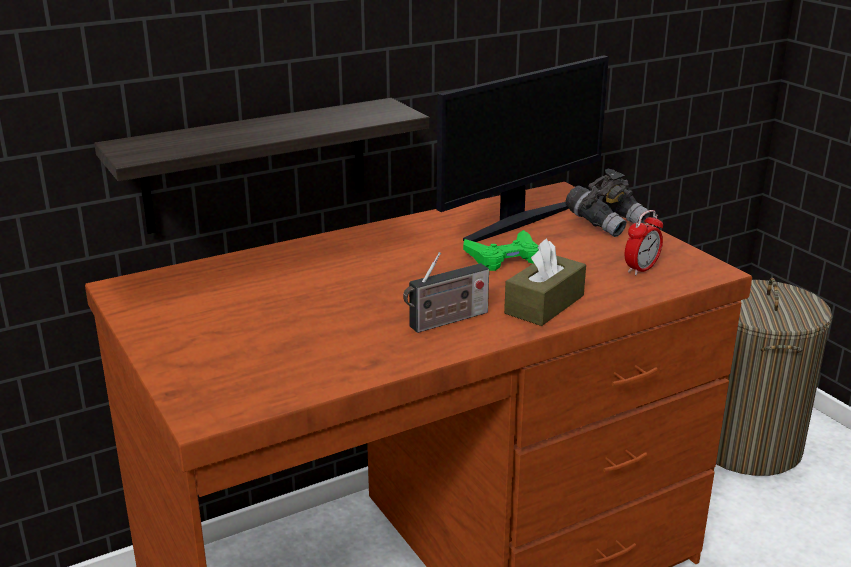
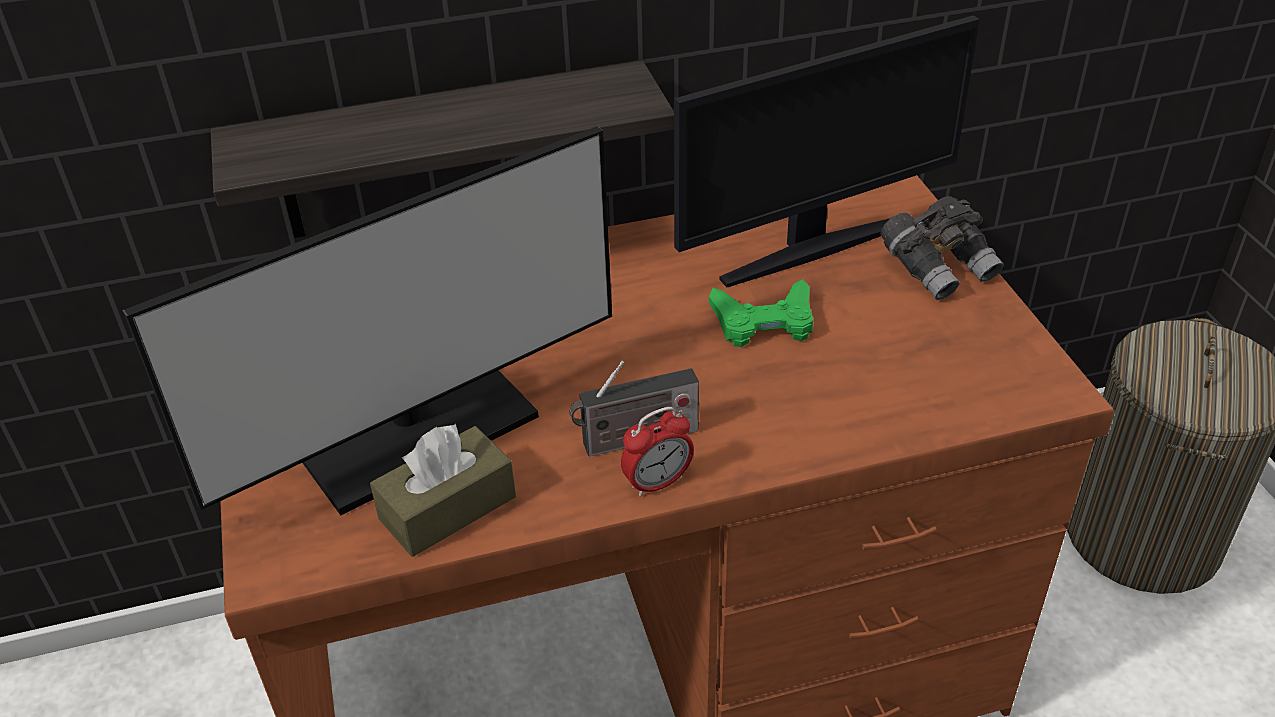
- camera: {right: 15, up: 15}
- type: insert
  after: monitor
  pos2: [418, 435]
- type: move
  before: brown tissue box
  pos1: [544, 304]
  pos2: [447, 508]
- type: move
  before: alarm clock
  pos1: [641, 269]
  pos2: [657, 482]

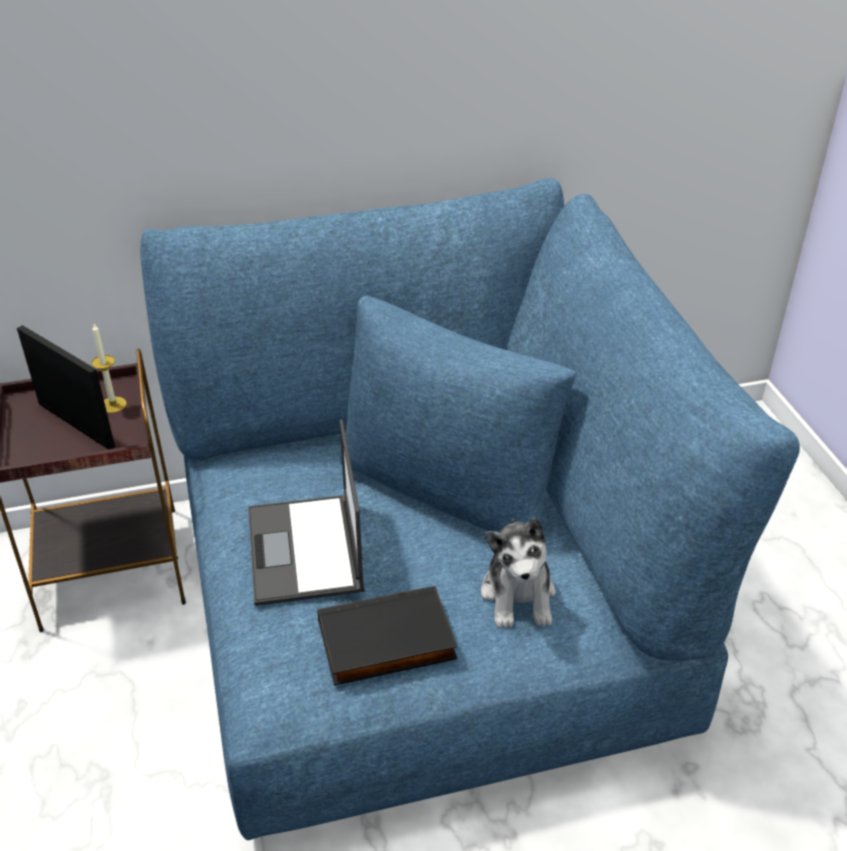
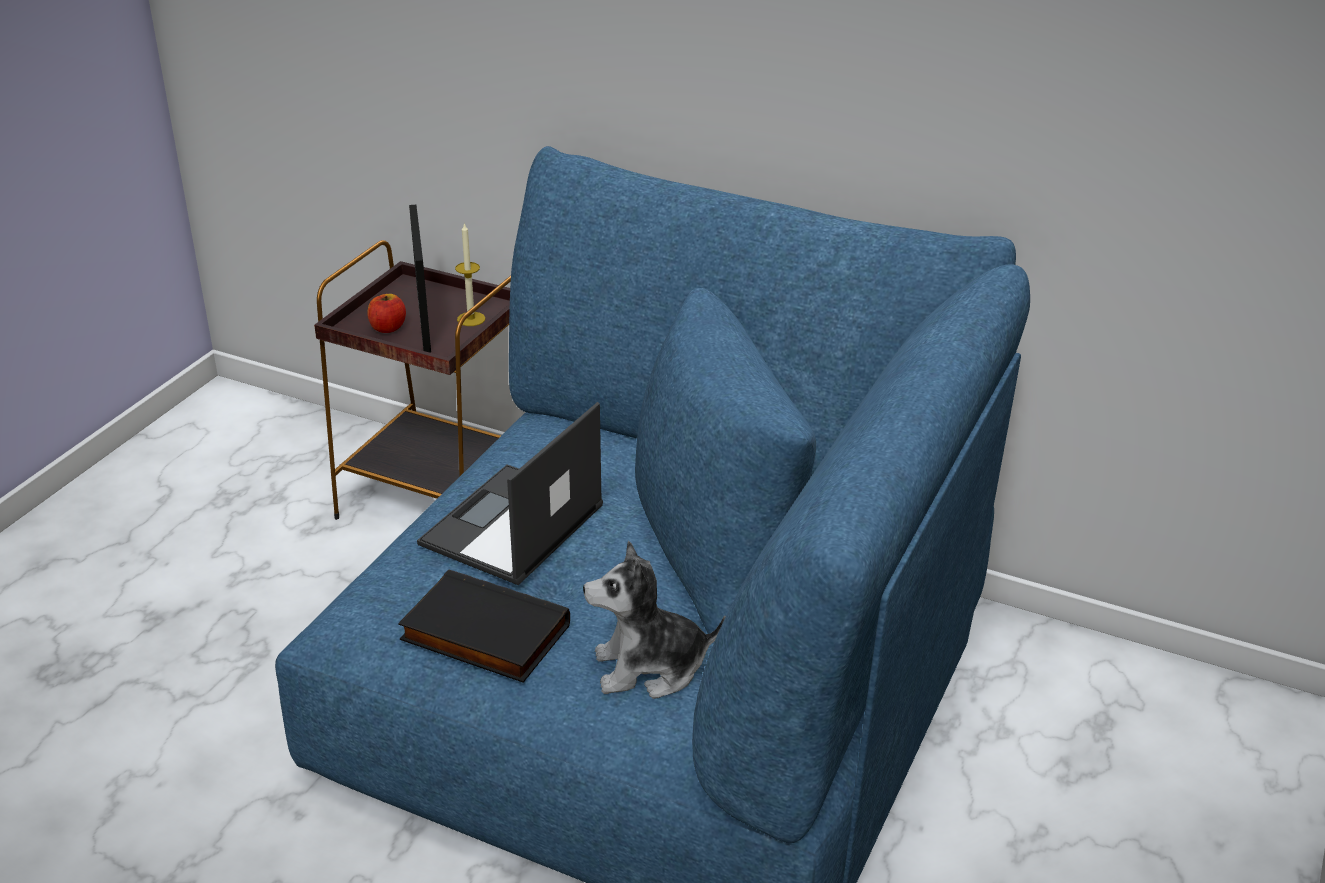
- camera: {right: 40, up: -5}
- type: insert
  after: apple
  pos2: [387, 328]
- type: rotate
  before: plush toy
  pos1: [519, 595]
  pos2: [649, 668]
  turn: 45

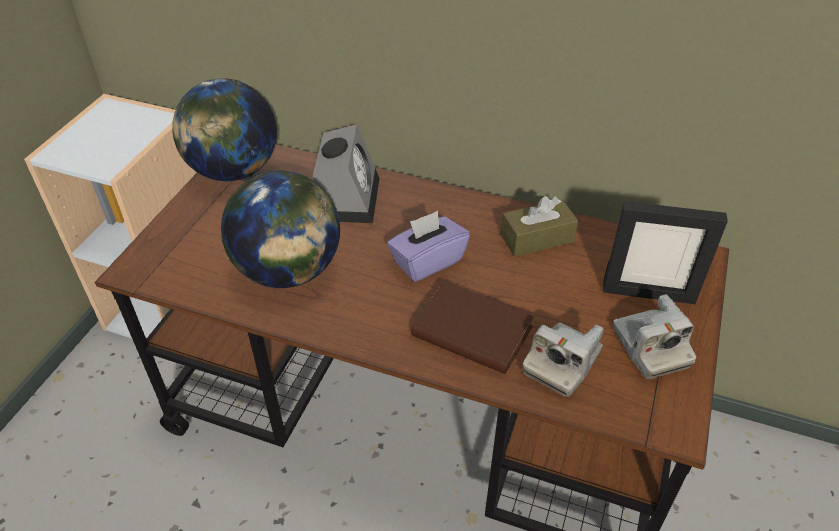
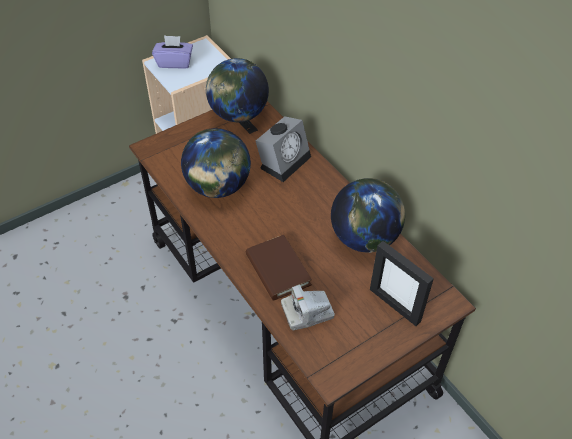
- camera: {right: 35, up: 5}
- type: delete
  before: photo camera
  pos1: [650, 348]
- type: move
  before: purple tissue box
  pos1: [427, 261]
  pos2: [174, 62]
- type: replace
  before: brown tissue box
  after: globe
  pos1: [537, 238]
  pos2: [364, 238]

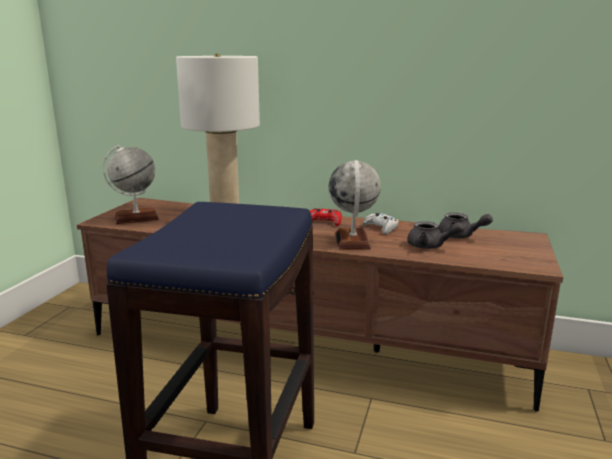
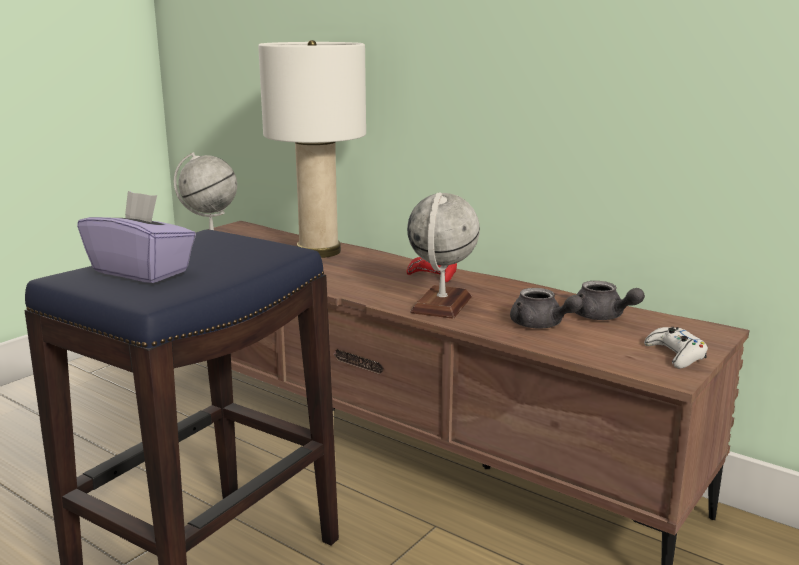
- camera: {right: 20, up: 0}
- type: insert
  after: purple tissue box
  pos2: [142, 271]
- type: move
  before: white game controller
  pos1: [381, 228]
  pos2: [675, 355]

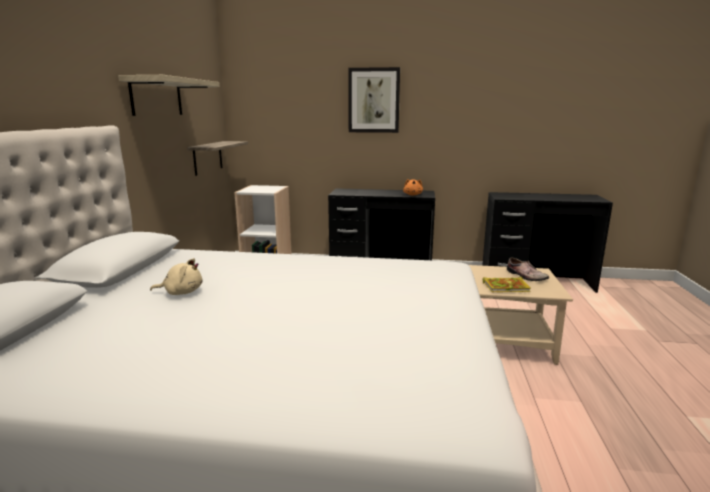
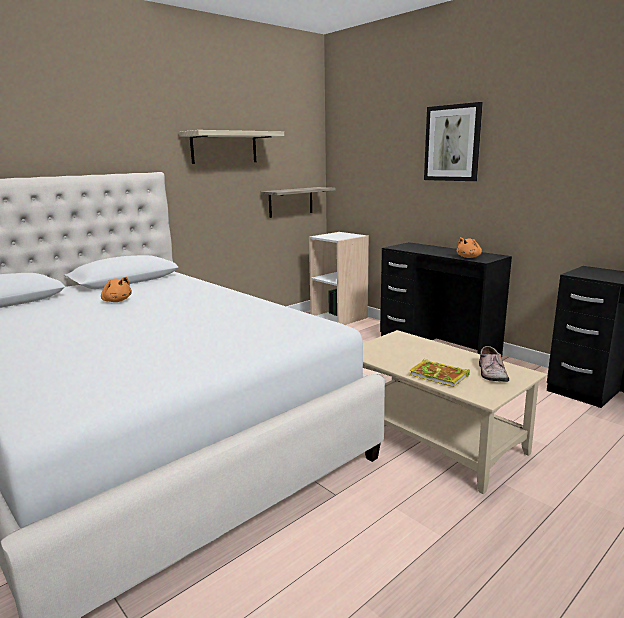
- camera: {right: 40, up: 0}
- type: recolor
  before: beige plush toy
  after: orange plush toy
  pos1: [181, 292]
  pos2: [116, 301]

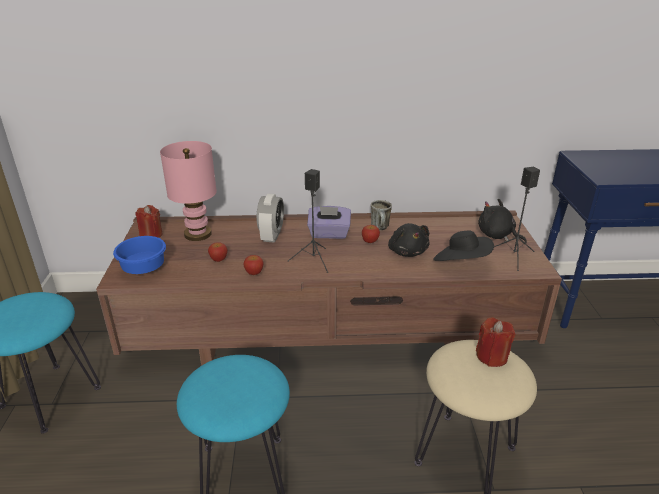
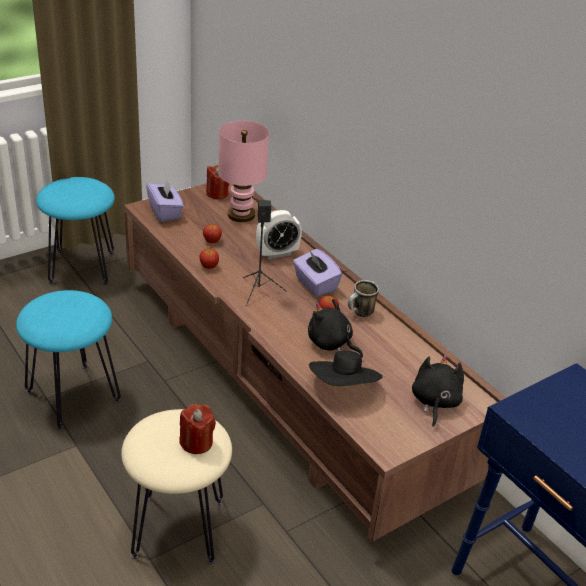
- camera: {right: 55, up: 5}
- type: delete
  before: black speaker
  pos1: [513, 257]
- type: replace
  before: blue bowl
  after: purple tissue box
  pos1: [142, 269]
  pos2: [165, 212]
- type: rotate
  before: black plush toy
  pos1: [407, 251]
  pos2: [331, 344]
  turn: 90

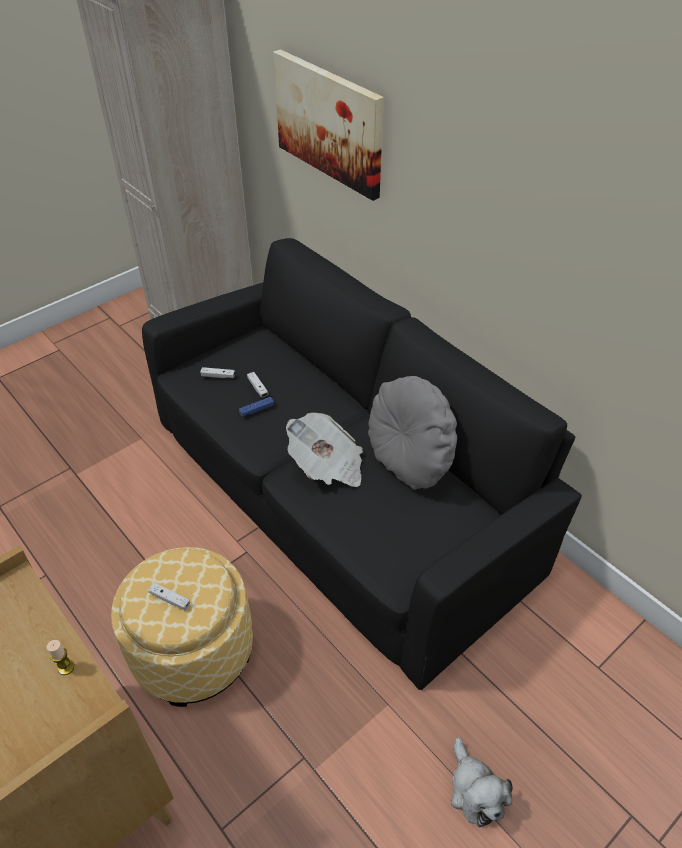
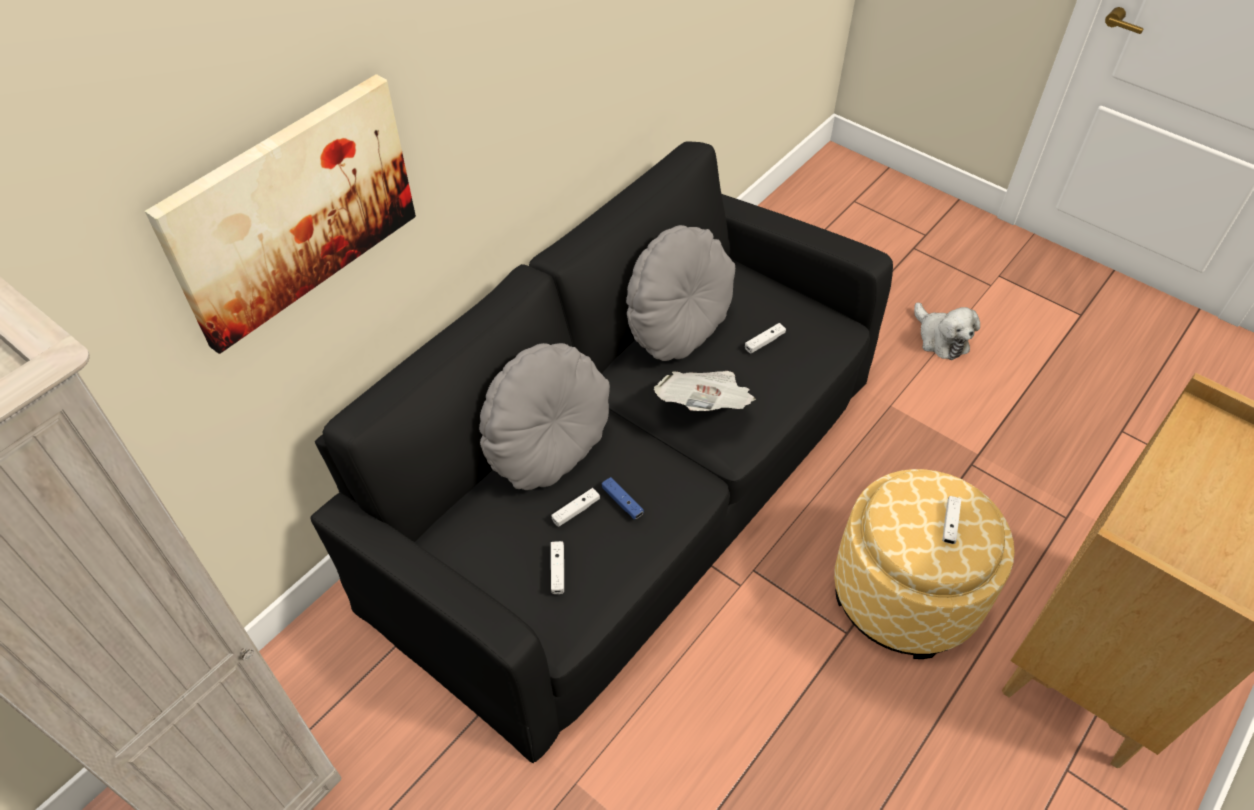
- camera: {right: -100, up: 5}
- type: delete
  before: candle
  pos1: [66, 667]
- type: insert
  after: grey pillow
  pos2: [549, 454]
- type: insert
  after: white game controller
  pos2: [764, 342]
- type: rotate
  before: plush toy
  pos1: [475, 791]
  pos2: [940, 338]
  turn: 90

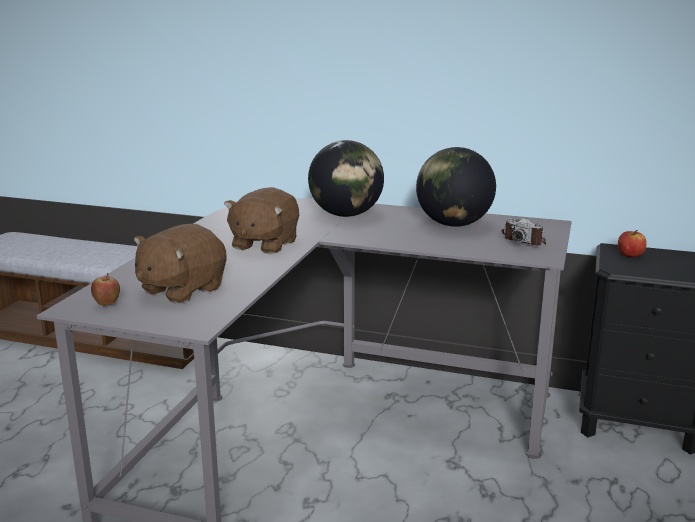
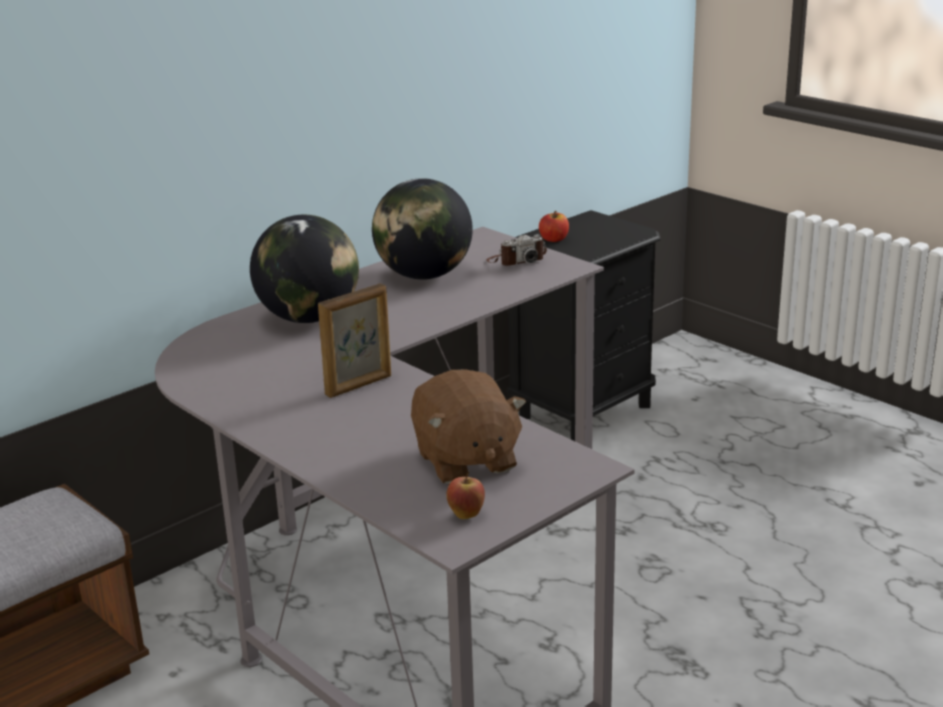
- camera: {right: -60, up: 5}
- type: replace
  before: brown plush toy
  after: picture frame
  pos1: [264, 244]
  pos2: [359, 386]

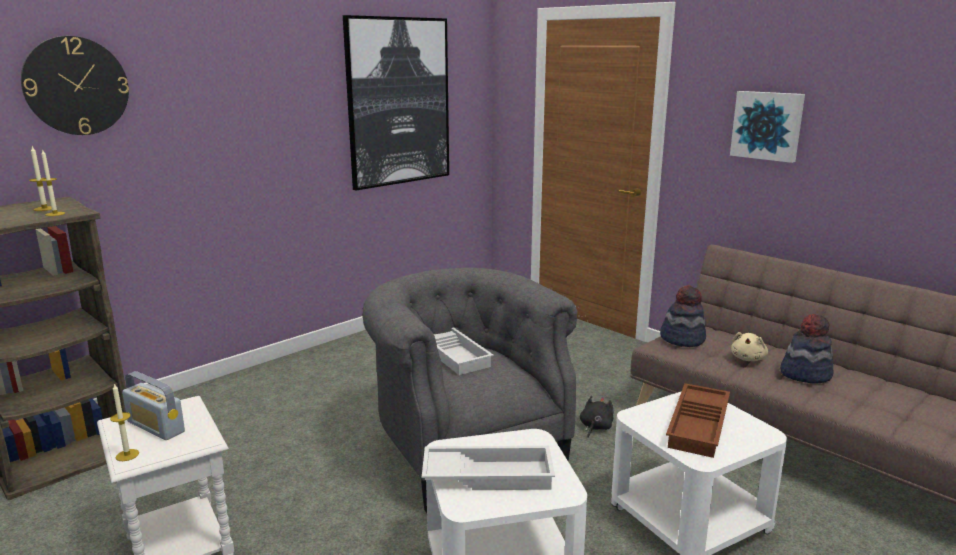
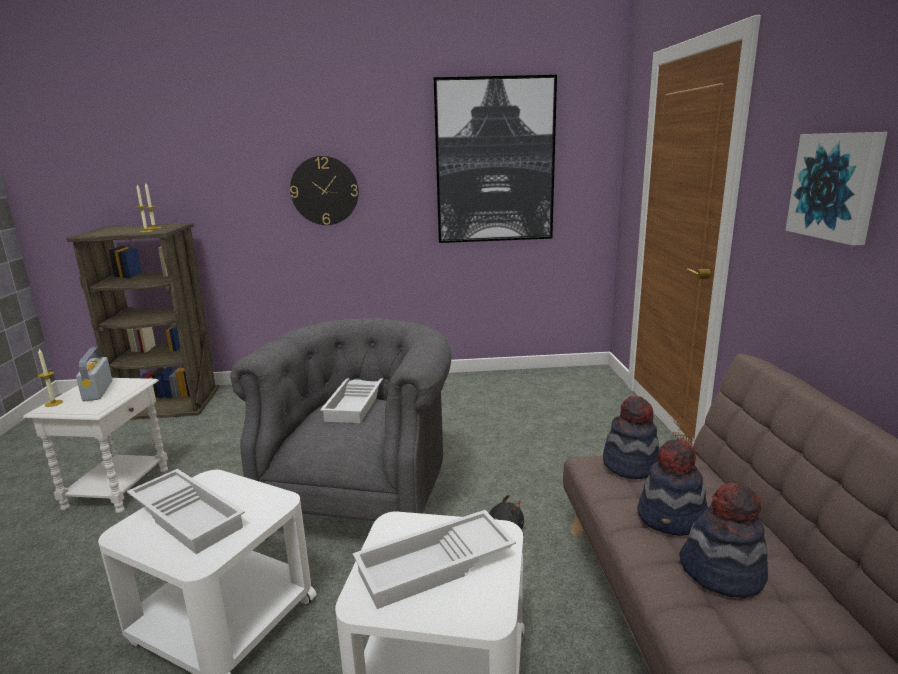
- camera: {right: 40, up: 0}
- type: move
  before: wall clock
  pos1: [76, 86]
  pos2: [324, 190]
- type: replace
  before: beige plush toy
  after: hat
  pos1: [748, 358]
  pos2: [672, 518]
- type: recolor
  before: brown tray
  after: white tray
  pos1: [700, 426]
  pos2: [435, 566]

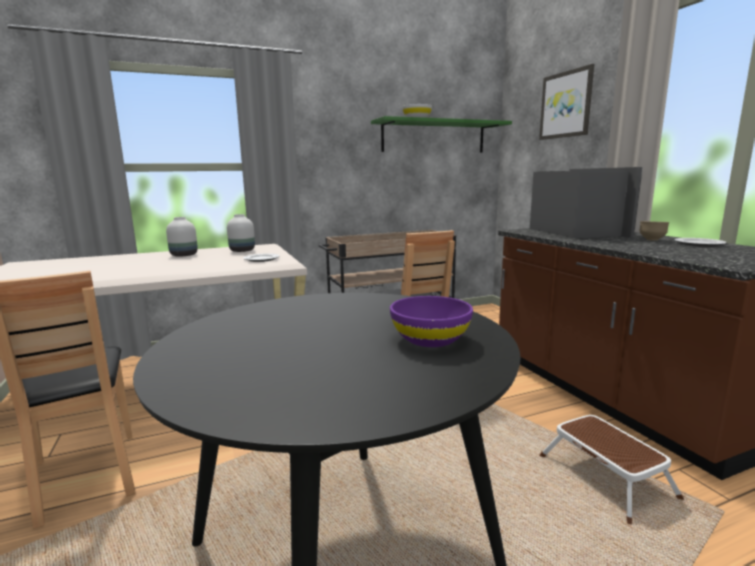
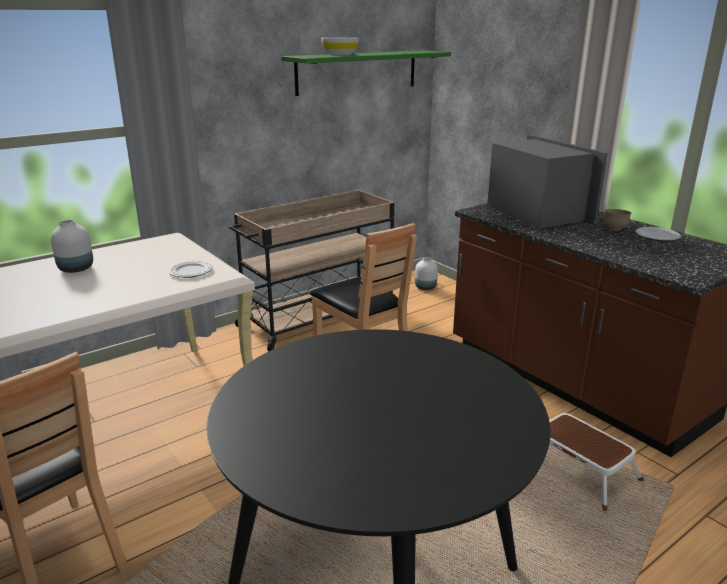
- camera: {right: -15, up: 10}
- type: delete
  before: purple bowl
  pos1: [430, 339]
- type: delete
  before: picture
  pos1: [566, 105]
- type: move
  before: white vase
  pos1: [243, 251]
  pos2: [426, 287]

